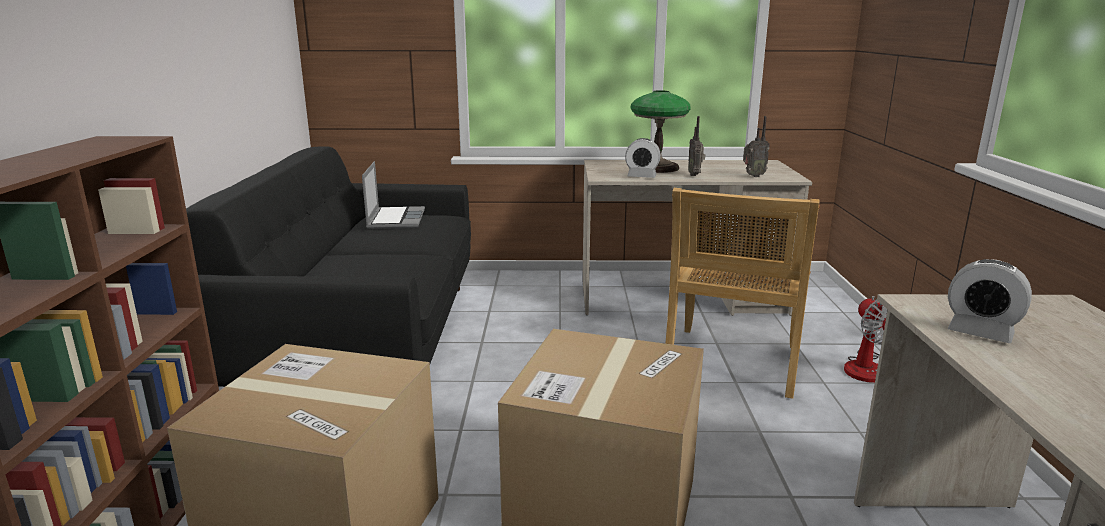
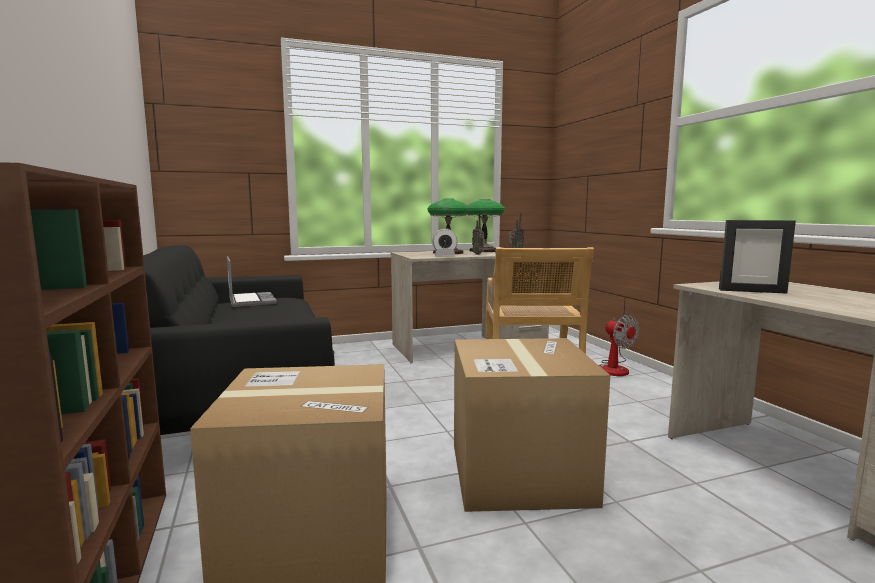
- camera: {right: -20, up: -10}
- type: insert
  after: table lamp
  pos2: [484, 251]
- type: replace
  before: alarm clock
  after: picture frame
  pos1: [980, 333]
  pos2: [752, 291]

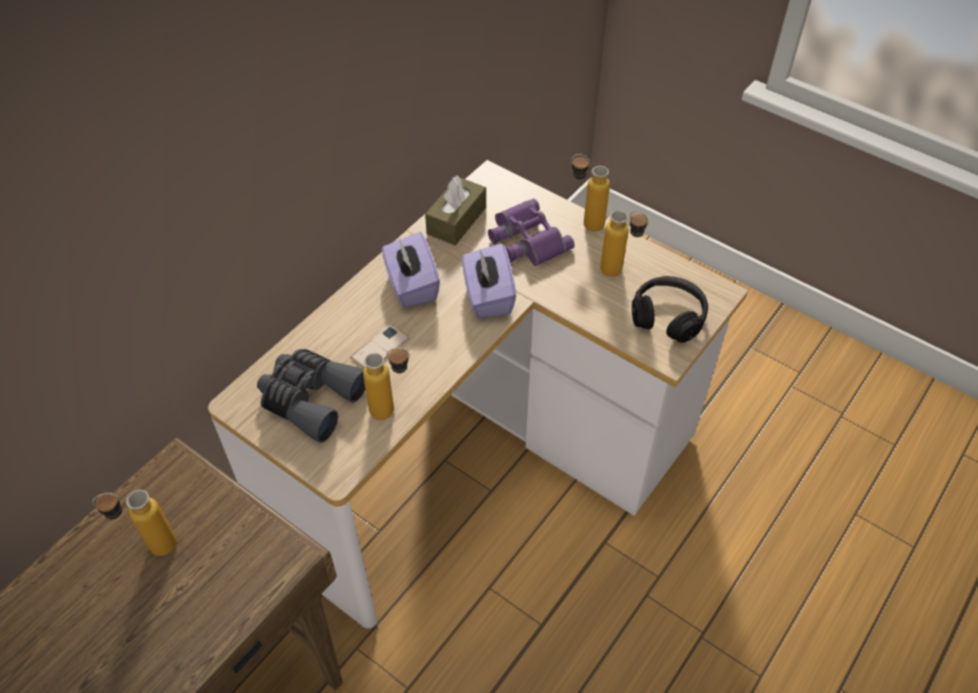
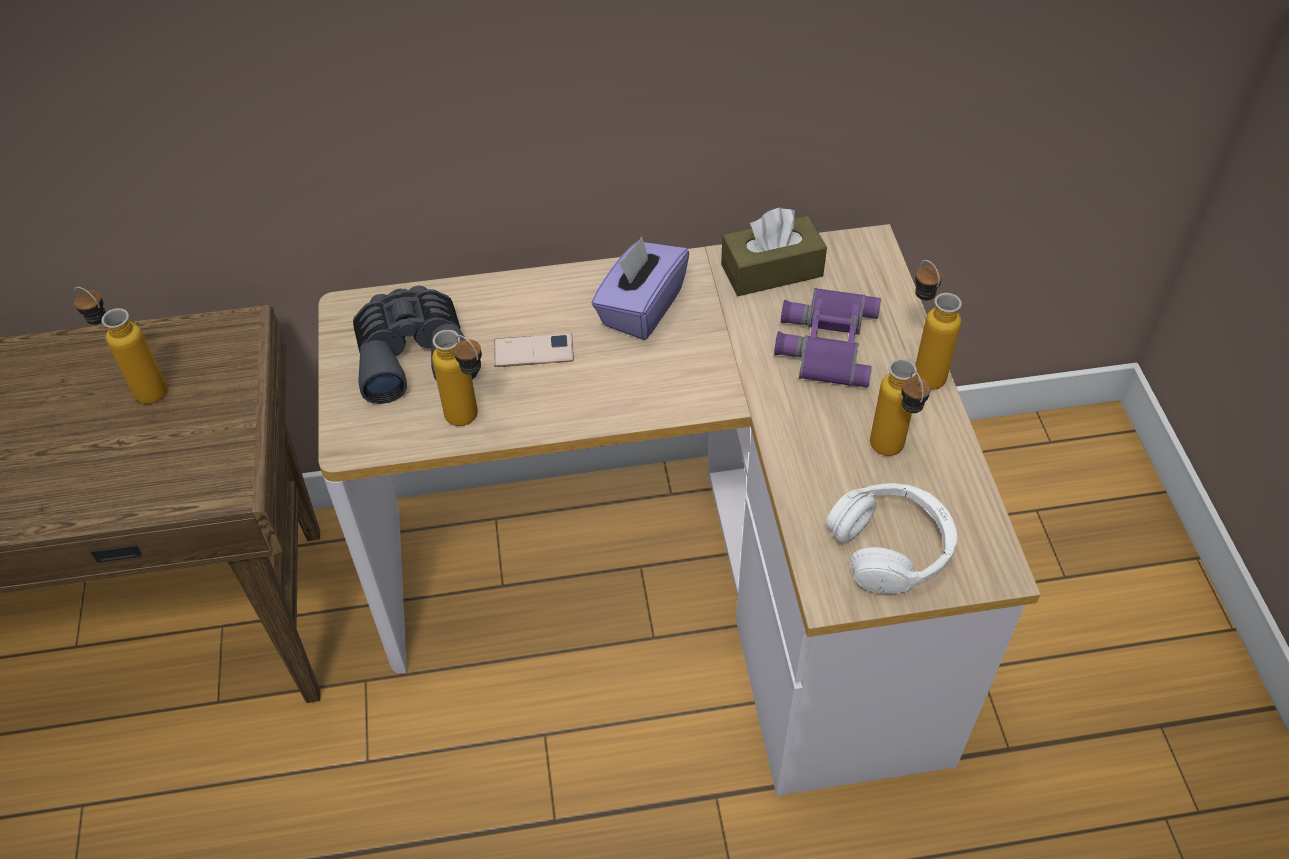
- camera: {right: 45, up: 0}
- type: delete
  before: purple tissue box
  pos1: [488, 296]
- type: recolor
  before: black headphones
  after: white headphones
  pos1: [668, 316]
  pos2: [891, 547]

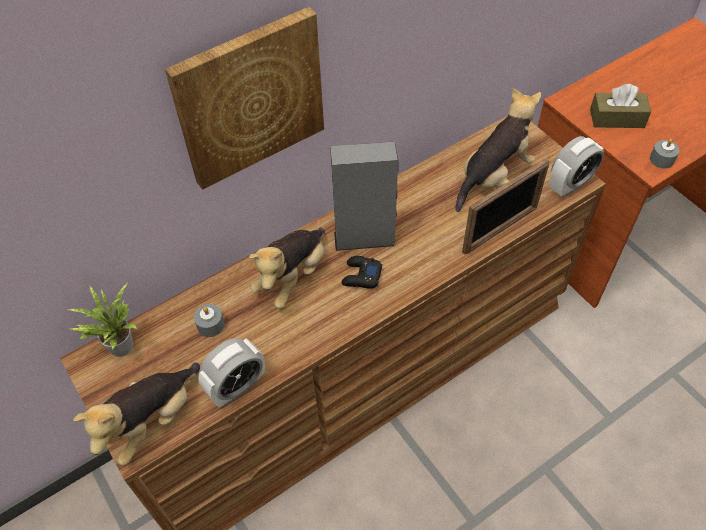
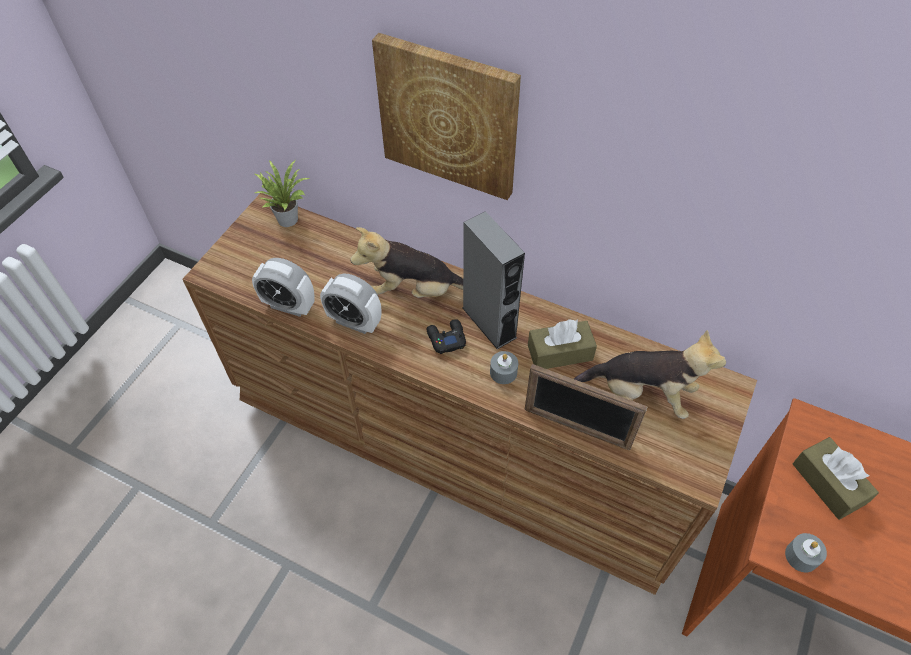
- camera: {right: 60, up: 0}
- type: delete
  before: plush toy
  pos1: [152, 421]
- type: insert
  after: brown tissue box
  pos2: [560, 352]
- type: move
  before: grey candle
  pos1: [210, 325]
  pos2: [503, 372]
- type: move
  before: alarm clock
  pos1: [570, 185]
  pos2: [354, 322]

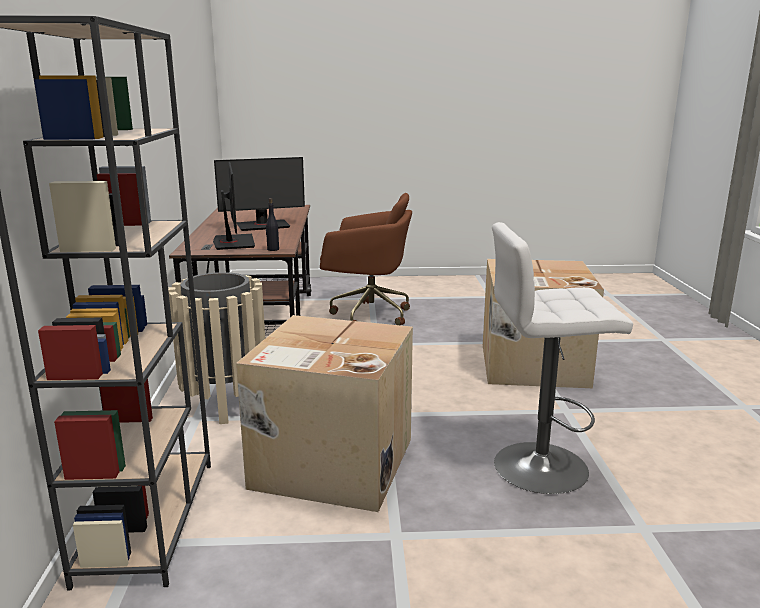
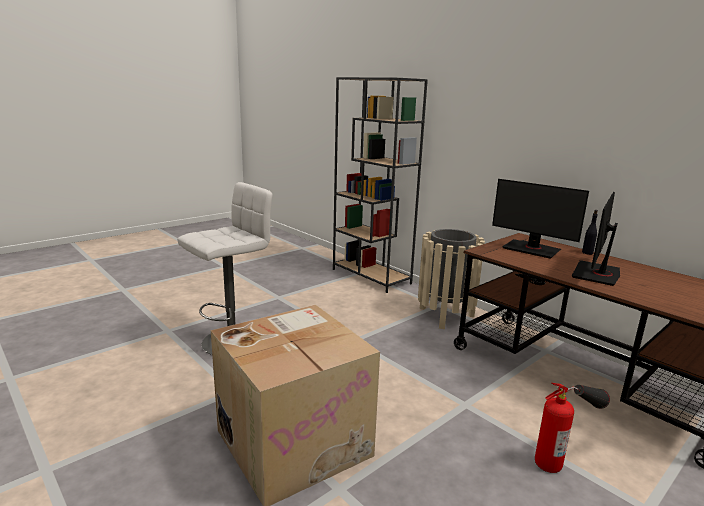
- camera: {right: 140, up: 0}
- type: delete
  before: cardboard box
  pos1: [330, 464]
- type: move
  before: black bottle
  pos1: [273, 249]
  pos2: [587, 253]
- type: replace
  before: brown office chair
  after: fire extinguisher
  pos1: [367, 315]
  pos2: [564, 455]

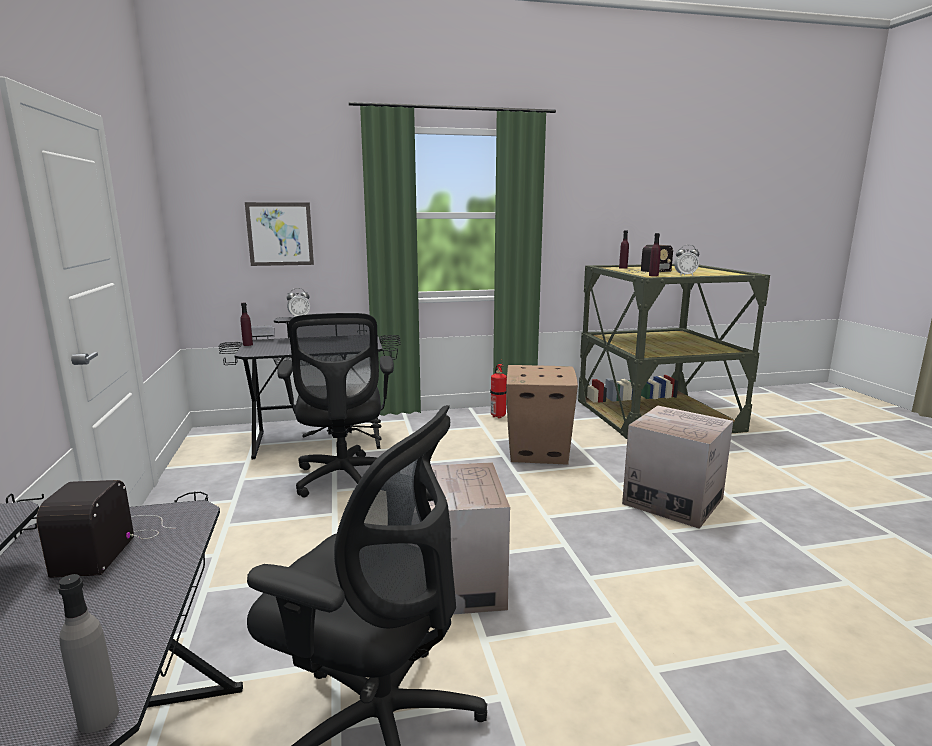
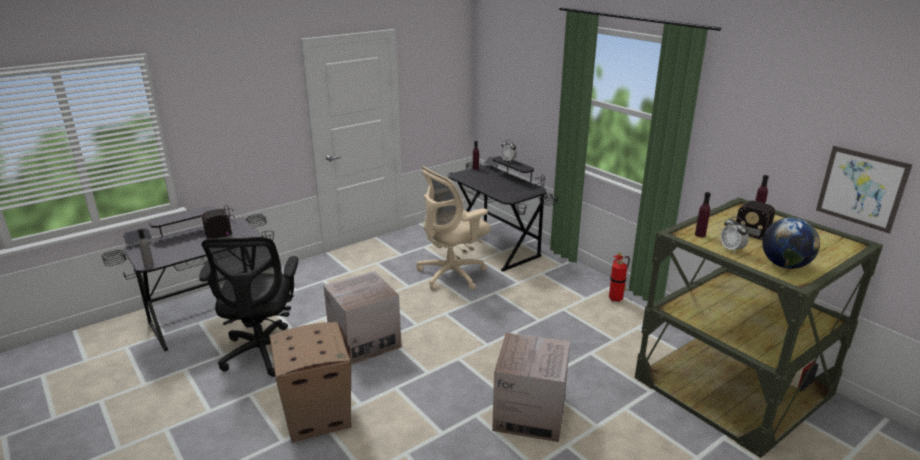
- camera: {right: 65, up: 10}
- type: insert
  after: globe
  pos2: [784, 265]
- type: move
  before: picture
  pos1: [280, 234]
  pos2: [861, 188]
- type: move
  before: cardboard box
  pos1: [537, 452]
  pos2: [317, 415]
- type: recolor
  before: black office chair
  after: beige office chair
  pos1: [343, 475]
  pos2: [454, 272]

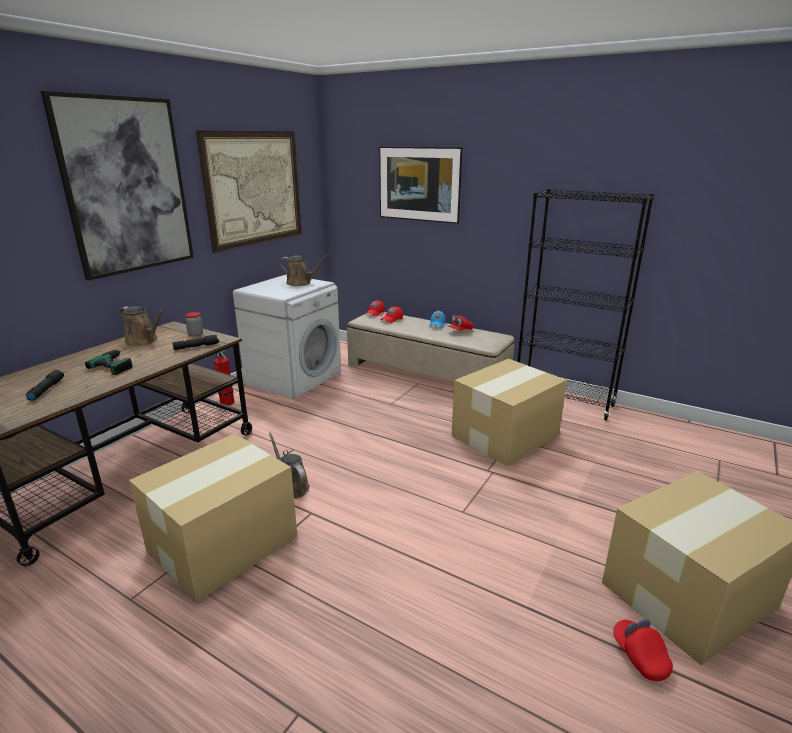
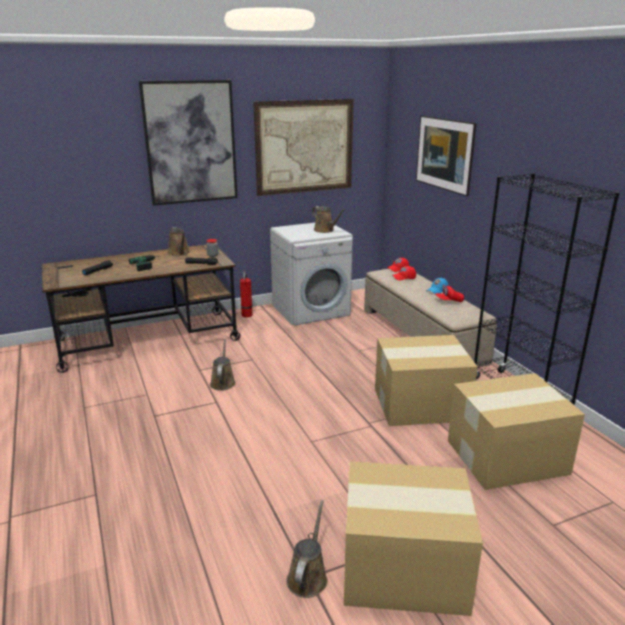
- camera: {right: 35, up: 0}
- type: move
  before: cardboard box
  pos1: [225, 542]
  pos2: [508, 457]
- type: replace
  before: red cap
  after: brown watering can
  pos1: [639, 656]
  pos2: [308, 576]

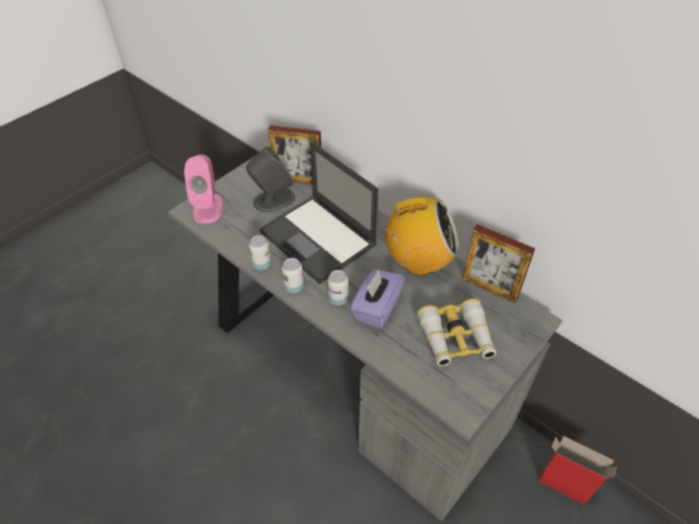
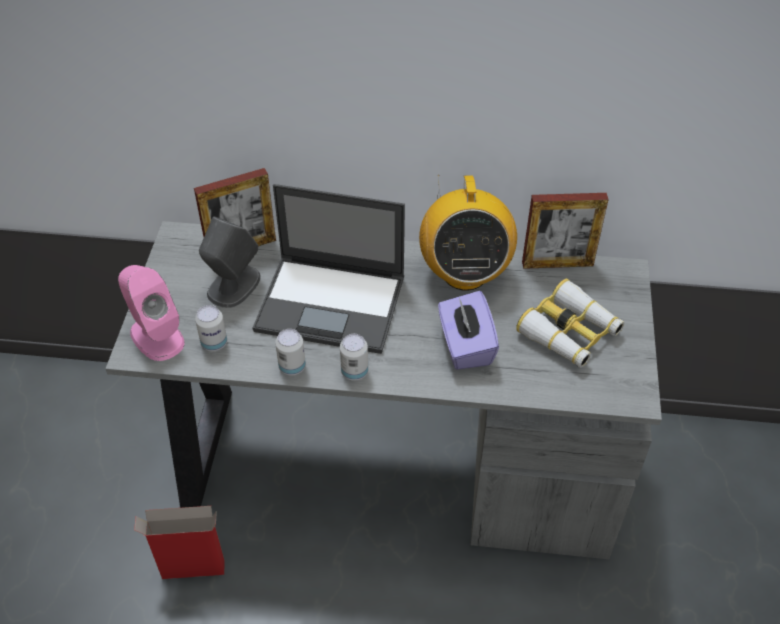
- camera: {right: -35, up: 0}
- type: move
  before: can
  pos1: [338, 298]
  pos2: [214, 343]
- type: move
  before: cardboard box
  pos1: [561, 487]
  pos2: [192, 570]
- type: rotate
  before: radio
  pos1: [418, 262]
  pos2: [464, 273]
  turn: 120

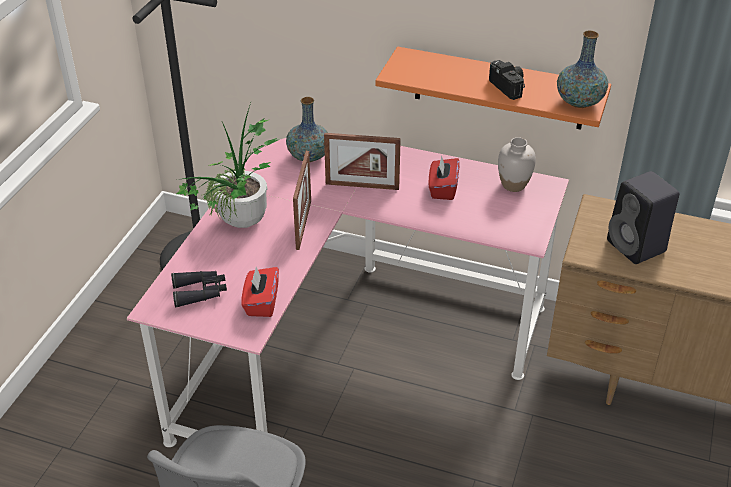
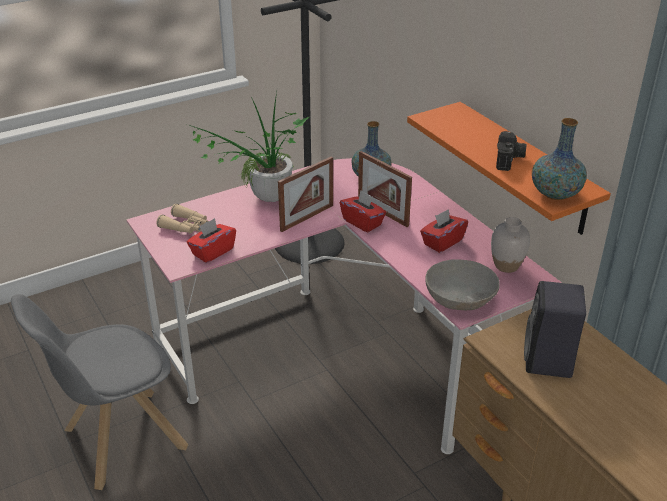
- camera: {right: 40, up: -5}
- type: insert
  after: red tissue box
  pos2: [362, 222]
- type: insert
  after: grey bowl
  pos2: [460, 298]
- type: recolor
  before: black binoculars
  after: beige binoculars
  pos1: [200, 292]
  pos2: [186, 226]

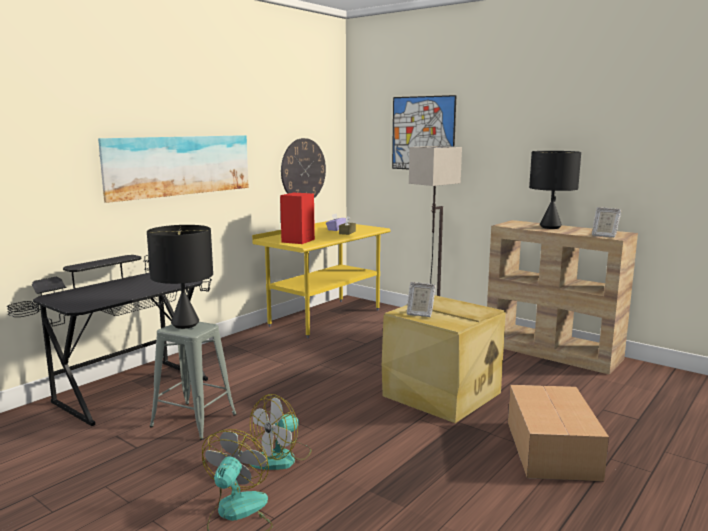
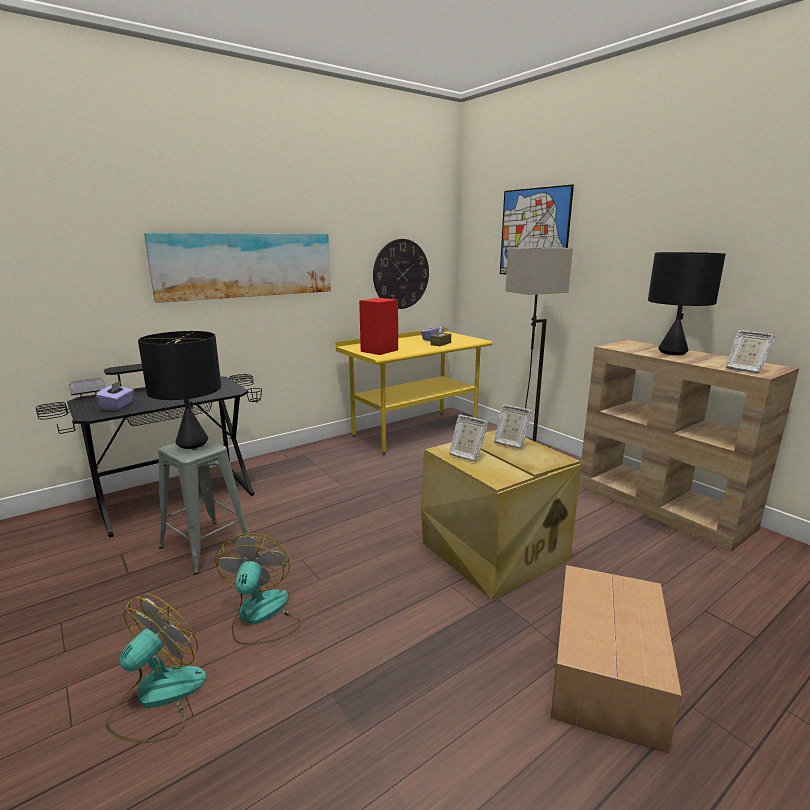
- camera: {right: 15, up: 5}
- type: insert
  after: purple tissue box
  pos2: [118, 406]
- type: insert
  after: picture frame
  pos2: [510, 443]
- type: rotate
  before: fan
  pos1: [281, 457]
  pos2: [260, 616]
  turn: 120

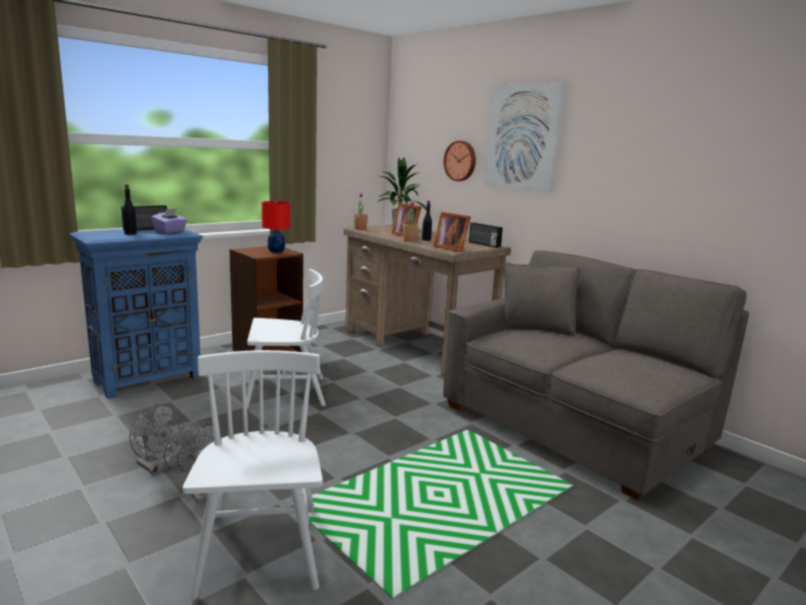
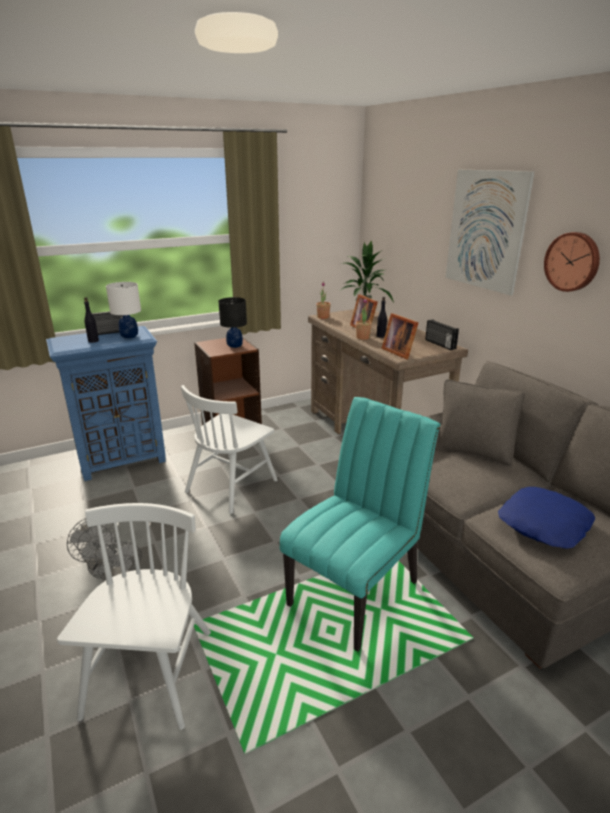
- camera: {right: 15, up: 10}
- type: insert
  after: turquoise chair
  pos2: [354, 594]
- type: insert
  after: blue pillow
  pos2: [544, 524]
- type: move
  before: wall clock
  pos1: [461, 161]
  pos2: [573, 262]
- type: replace
  before: purple tissue box
  after: white table lamp
  pos1: [170, 231]
  pos2: [129, 336]
- type: recolor
  before: red table lamp
  after: black table lamp
  pos1: [276, 252]
  pos2: [234, 346]
- type: rotate
  before: white chair
  pos1: [285, 392]
  pos2: [231, 485]
  turn: 120

